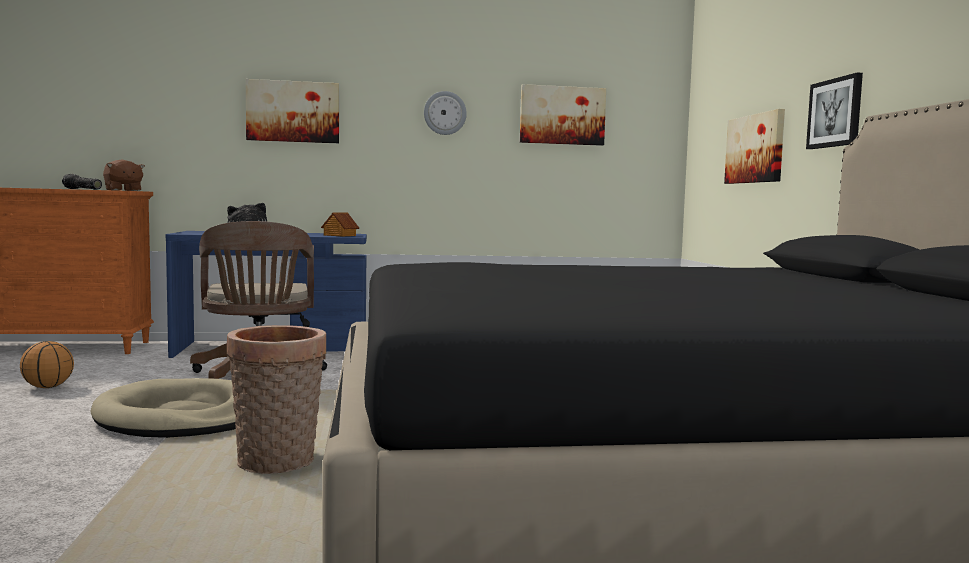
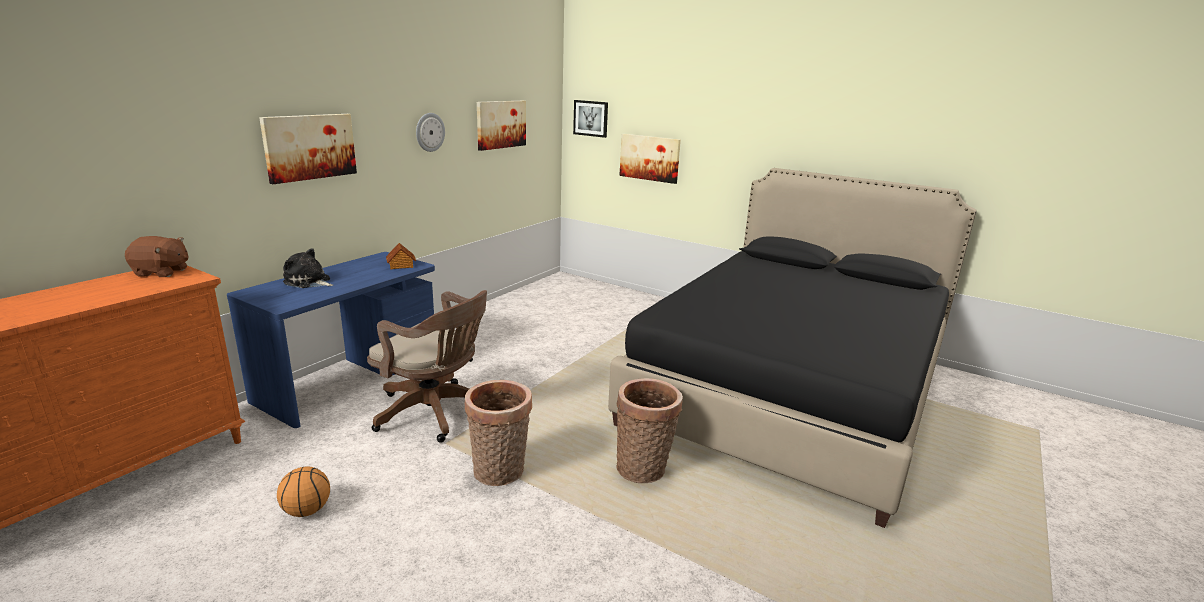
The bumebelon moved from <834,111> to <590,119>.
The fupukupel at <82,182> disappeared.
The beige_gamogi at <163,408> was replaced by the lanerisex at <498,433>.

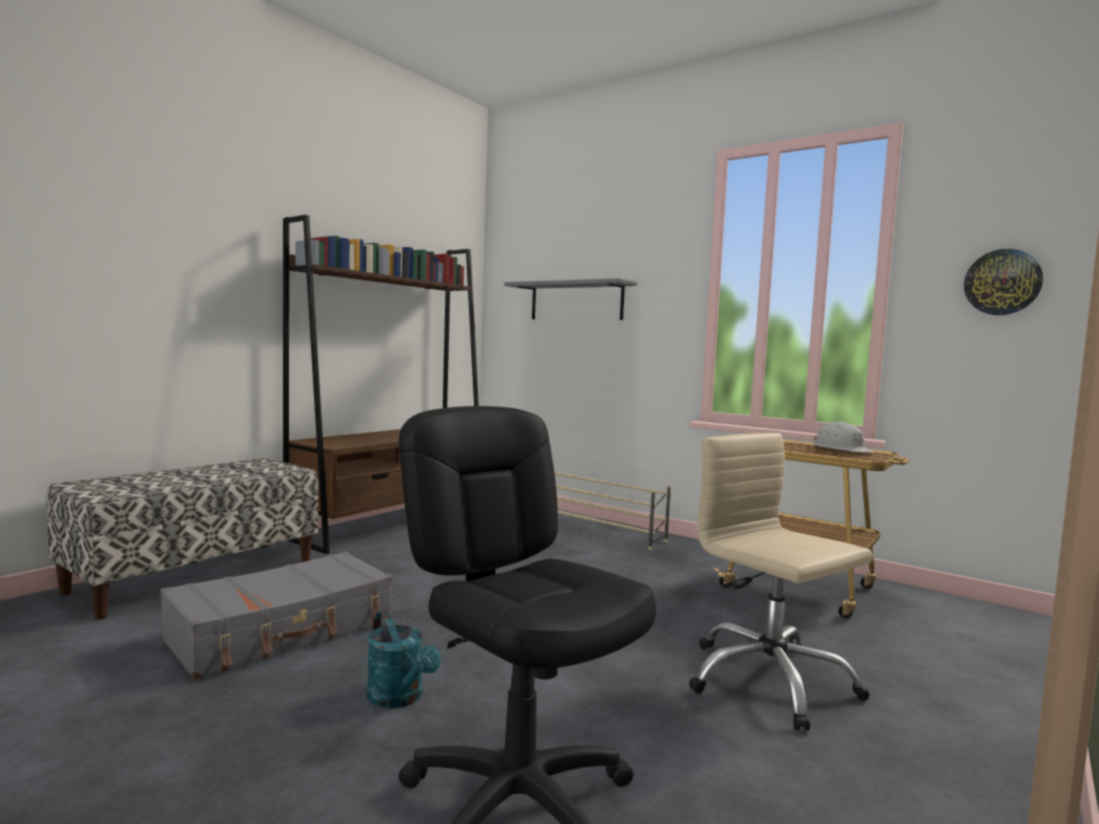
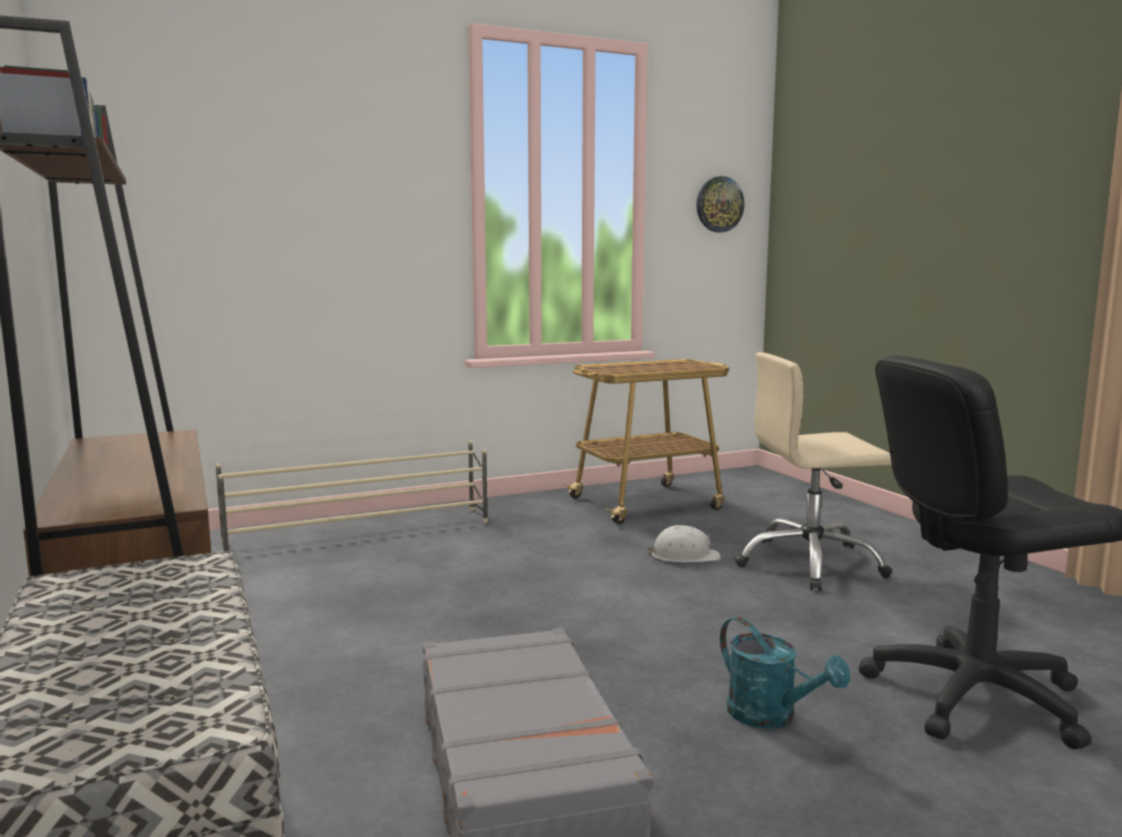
The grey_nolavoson at <570,299> disappeared.
The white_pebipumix moved from <844,437> to <684,544>.
The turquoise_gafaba at <404,659> turned 60 degrees clockwise.

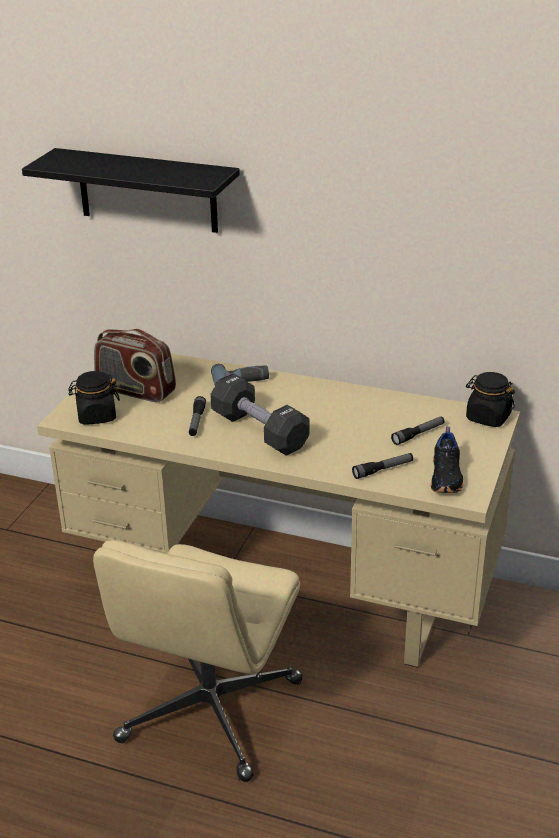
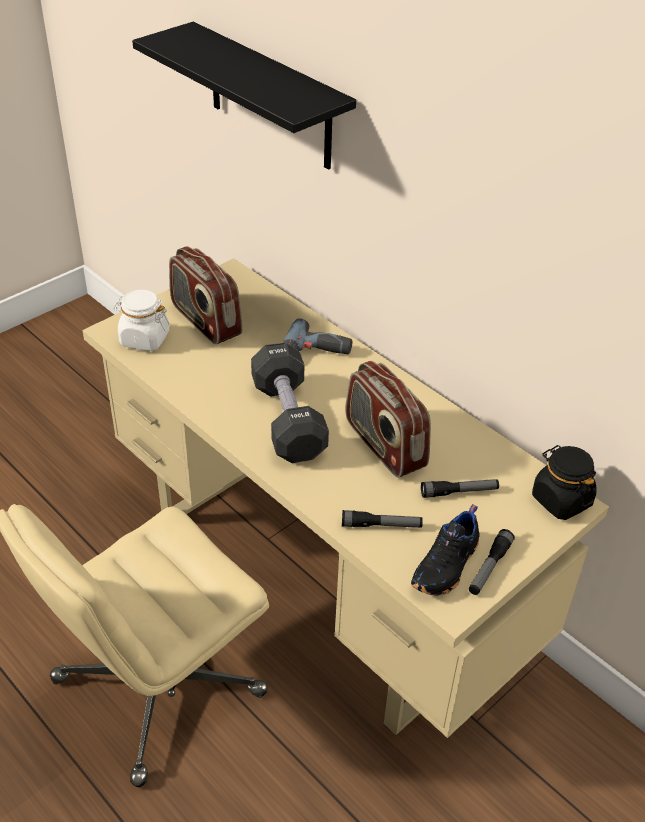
The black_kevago at <94,398> became the white_kevago at <141,320>.
The fupukupel moved from <197,416> to <492,562>.
The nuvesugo at <388,419> appeared.

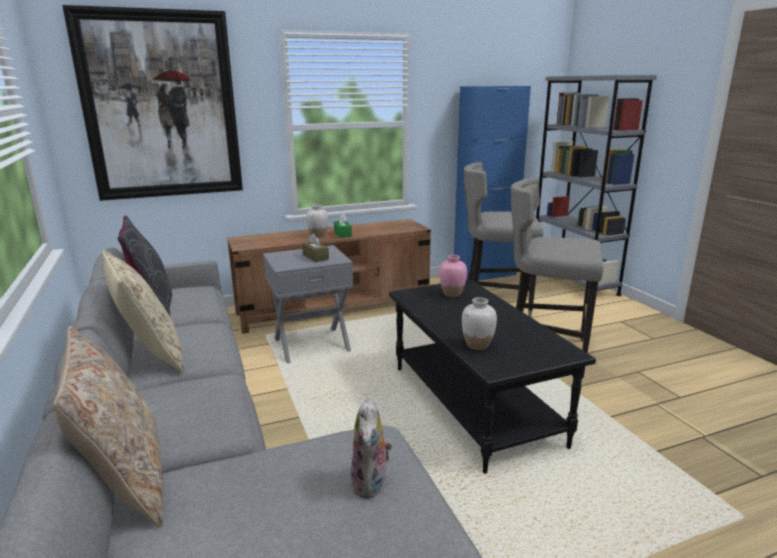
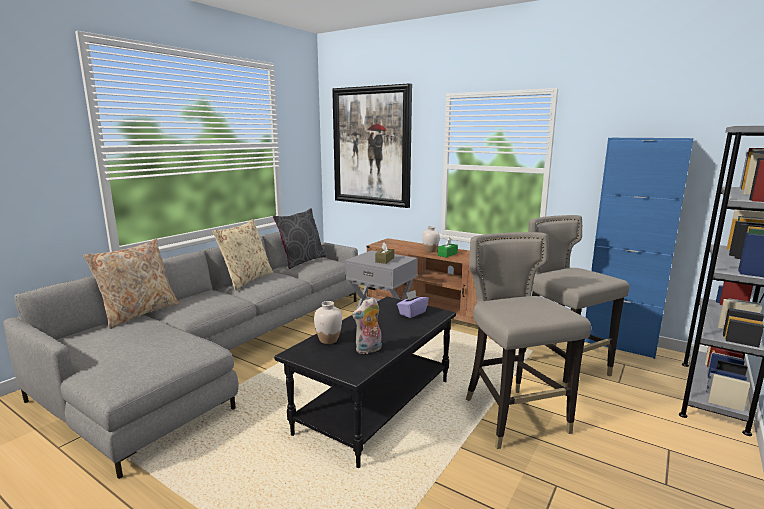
The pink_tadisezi at <453,276> was replaced by the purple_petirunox at <413,304>.
The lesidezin moved from <372,448> to <367,325>.

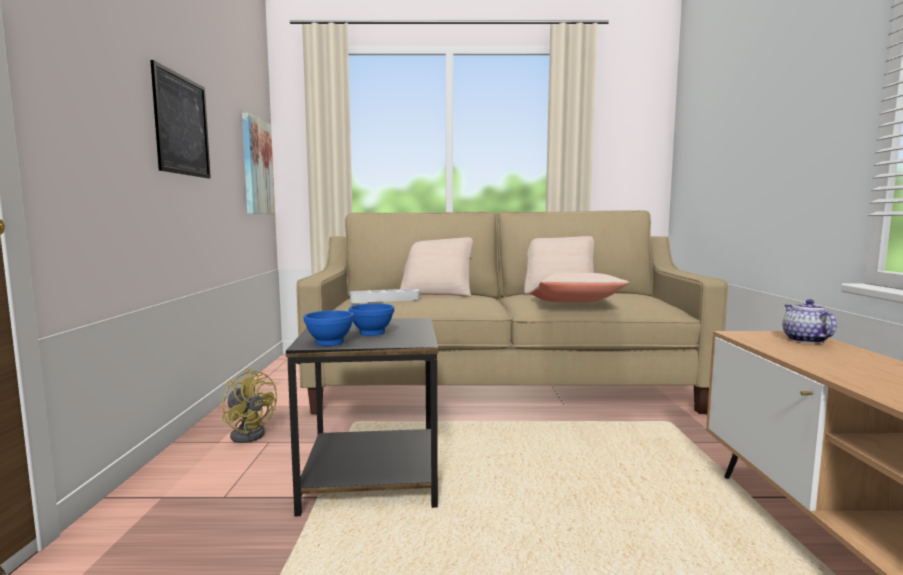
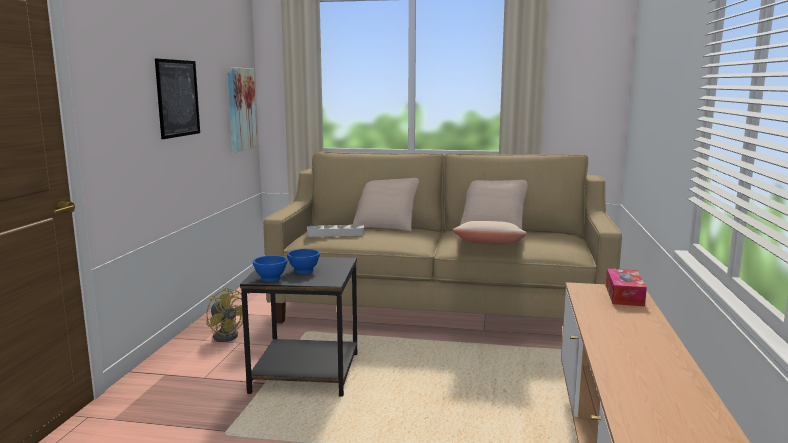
The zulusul at <809,321> was replaced by the petirunox at <626,287>.

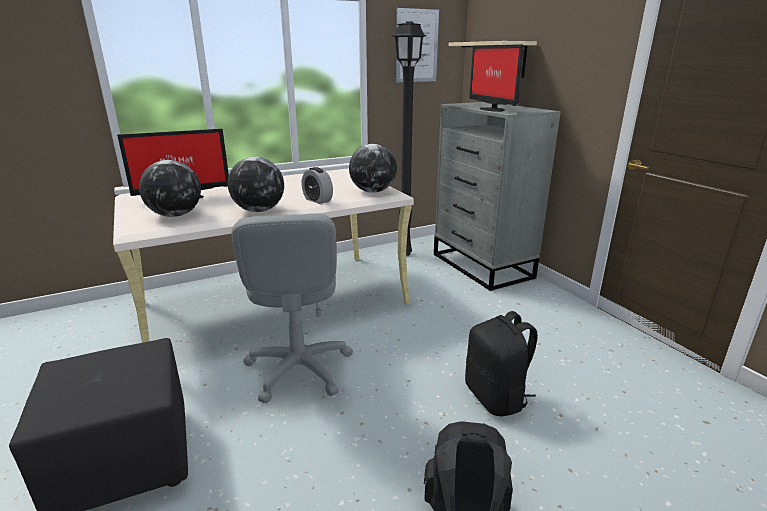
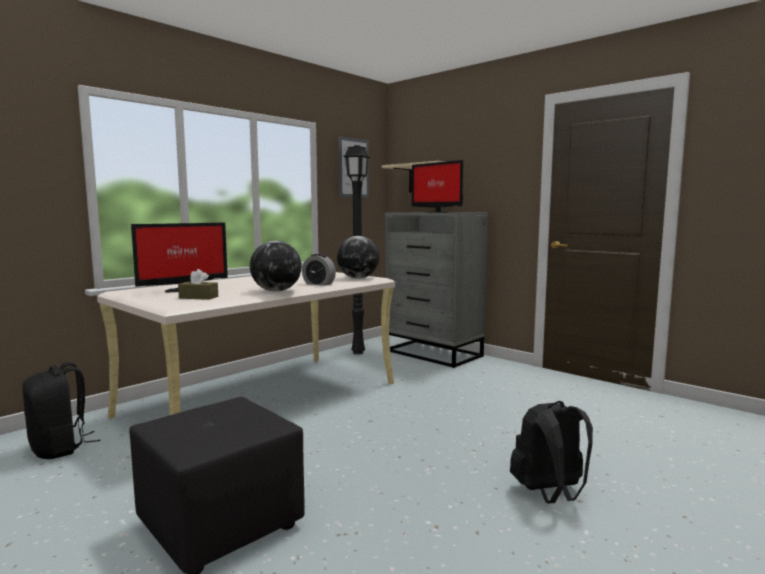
The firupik at <170,188> was replaced by the brown_petirunox at <198,284>.
The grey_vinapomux at <292,308> disappeared.
The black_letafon moved from <501,363> to <61,410>.

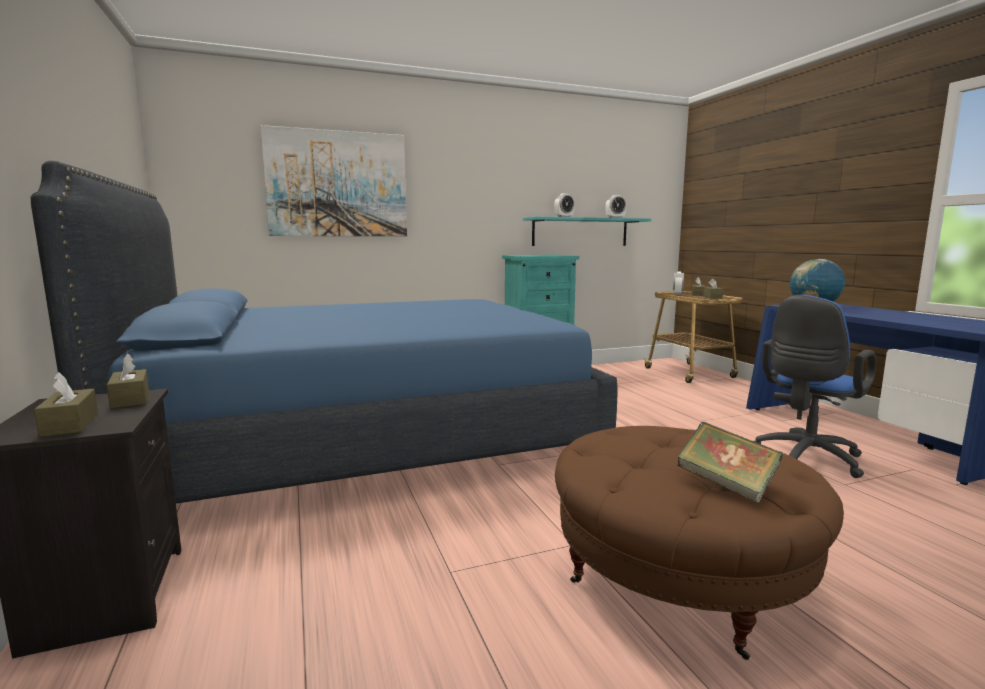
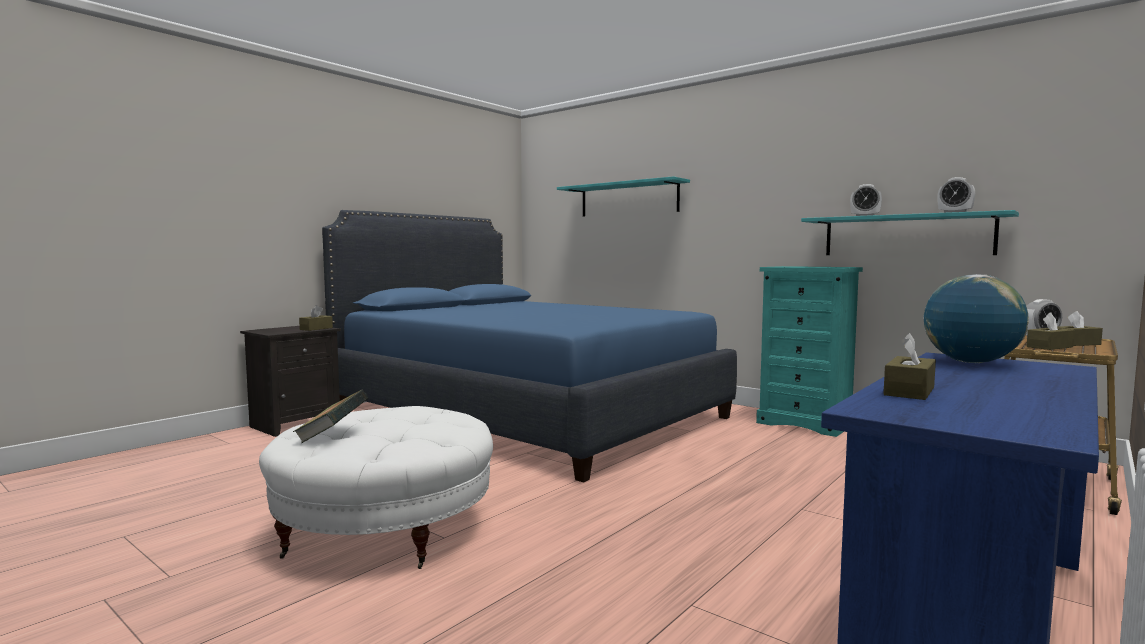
The bumebelon at <333,180> was replaced by the turquoise_nolavoson at <623,196>.
The blue_vinapomux at <815,386> disappeared.
The brown_petirunox moved from <66,404> to <909,366>.
The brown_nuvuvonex at <699,543> became the white_nuvuvonex at <376,487>.

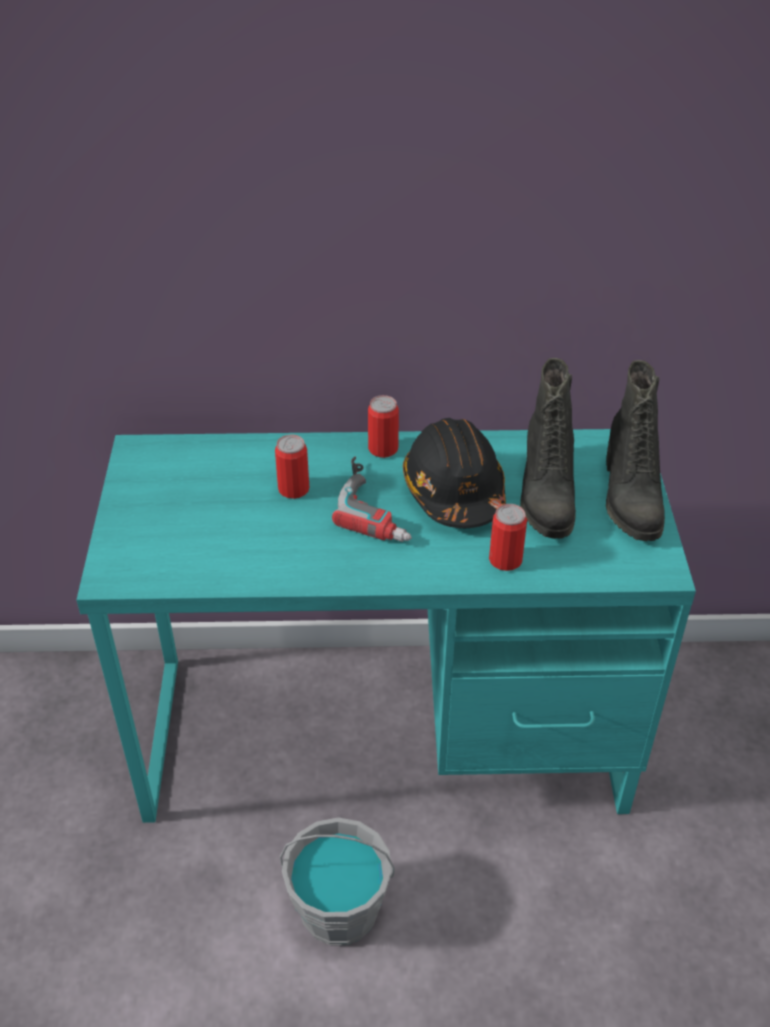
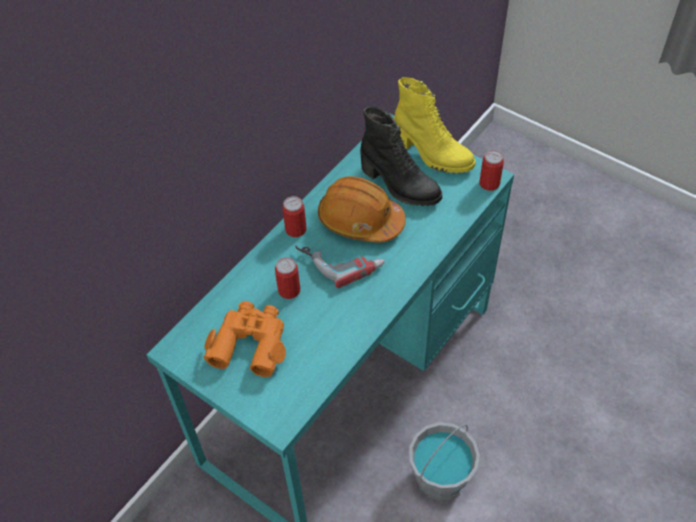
The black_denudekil at <635,450> became the yellow_denudekil at <435,125>.
The black_pebipumix at <454,473> became the orange_pebipumix at <362,209>.
The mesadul moved from <508,537> to <492,170>.
The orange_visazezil at <244,339> appeared.

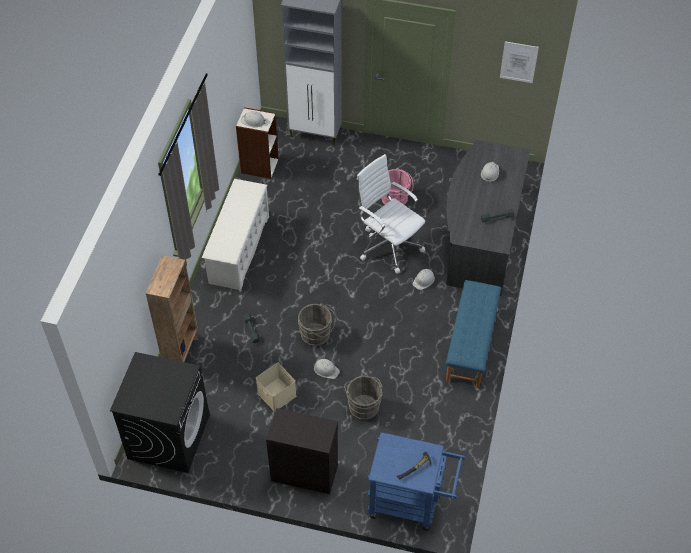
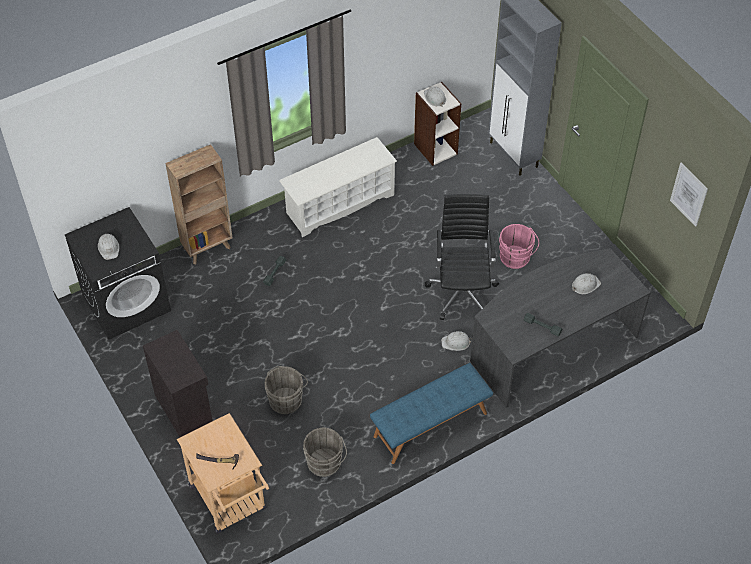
The white_vinapomux at <391,214> became the black_vinapomux at <462,257>.
The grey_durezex moved from <317,324> to <325,452>.
The white_pebipumix moved from <326,369> to <108,247>.
The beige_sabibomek at <276,387> disappeared.
The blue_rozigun at <416,481> became the beige_rozigun at <223,473>.

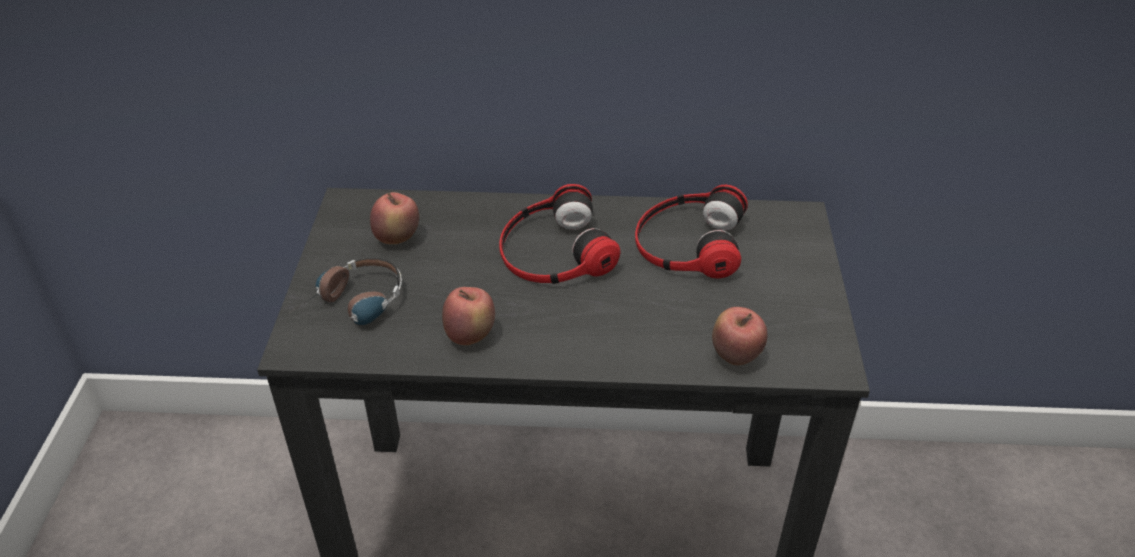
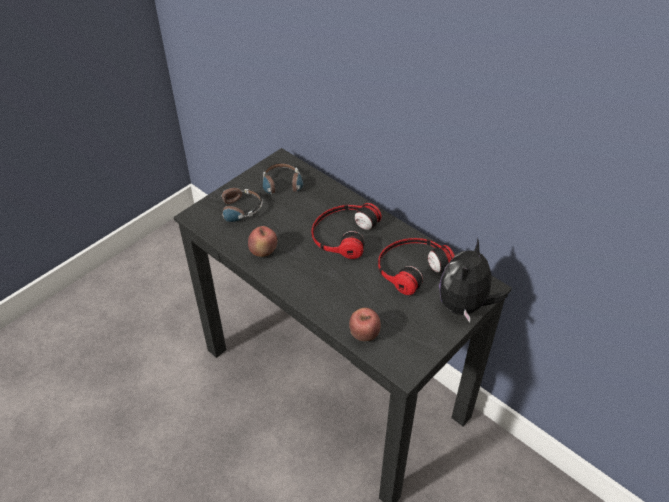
The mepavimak at <394,218> was replaced by the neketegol at <283,178>.
The lesidezin at <473,280> appeared.

